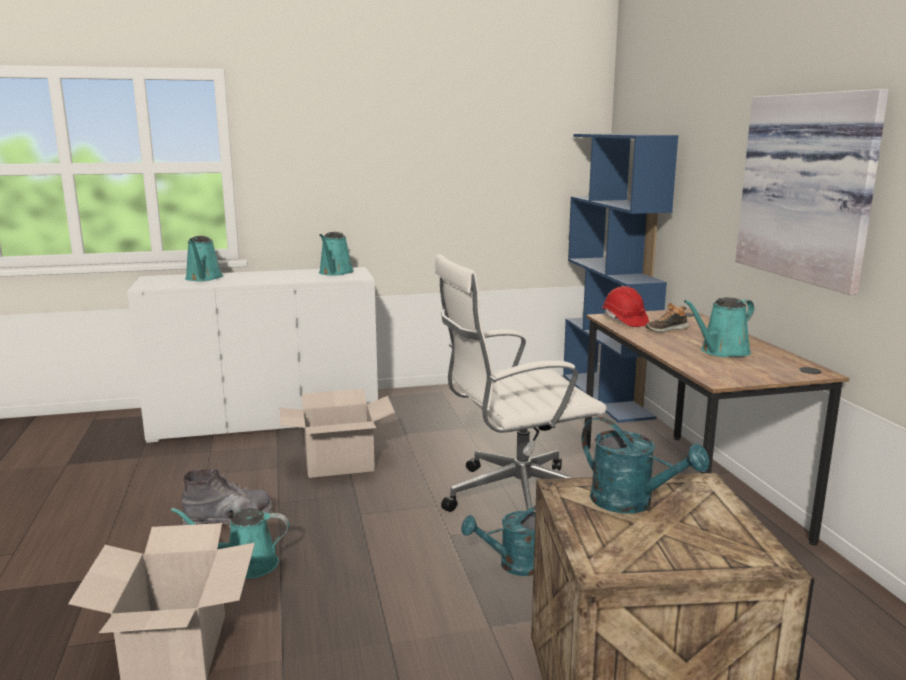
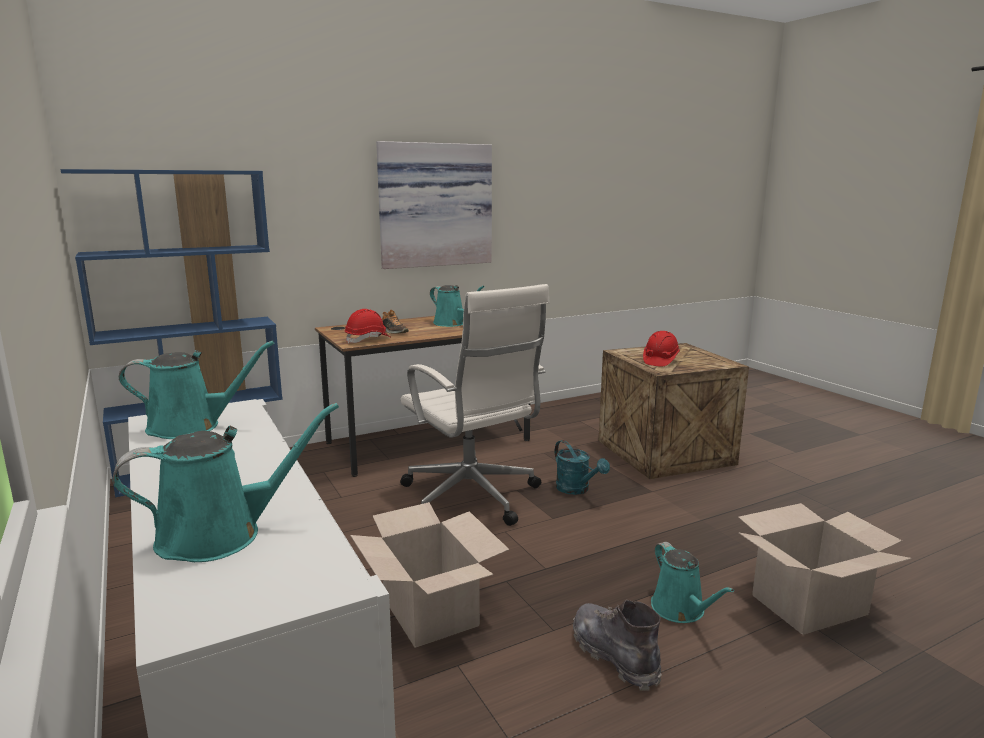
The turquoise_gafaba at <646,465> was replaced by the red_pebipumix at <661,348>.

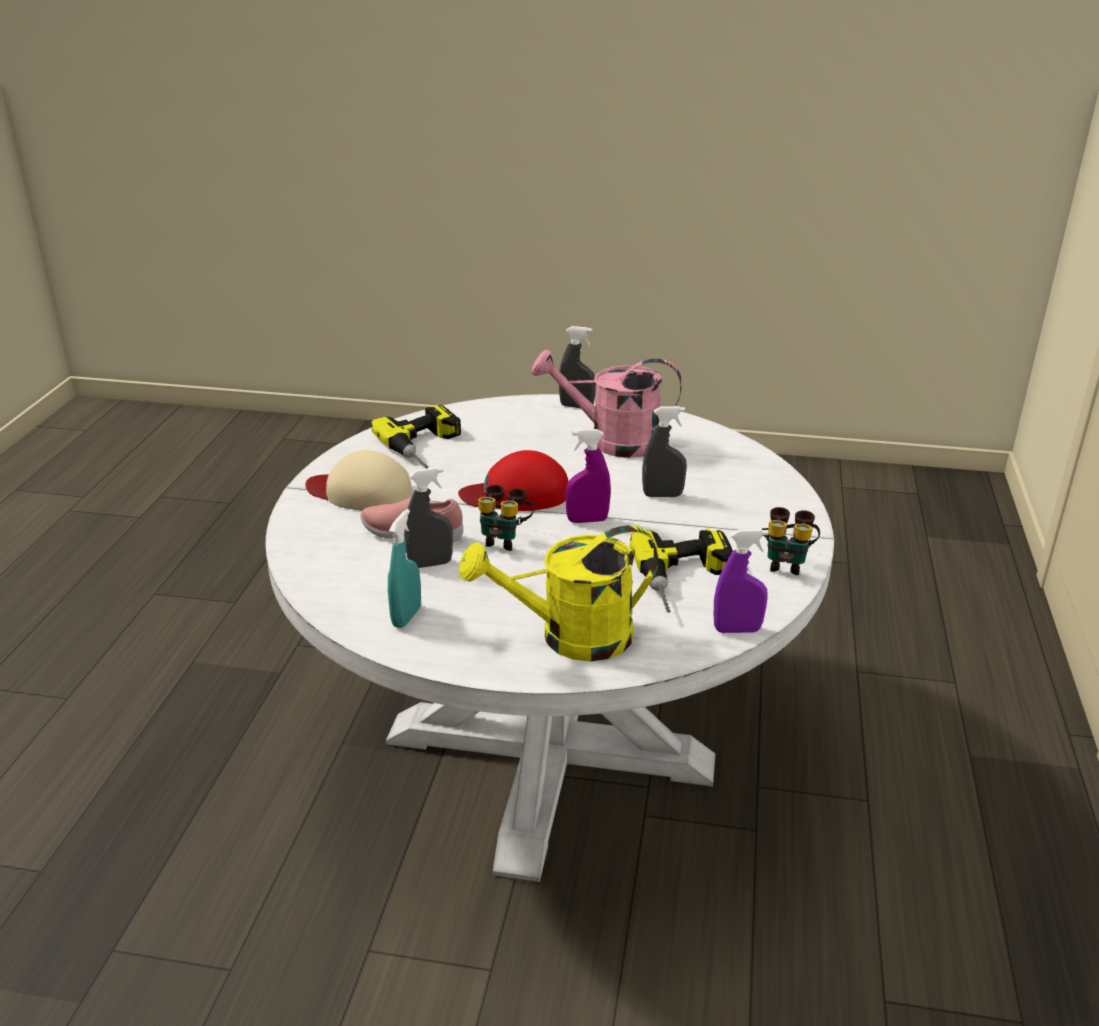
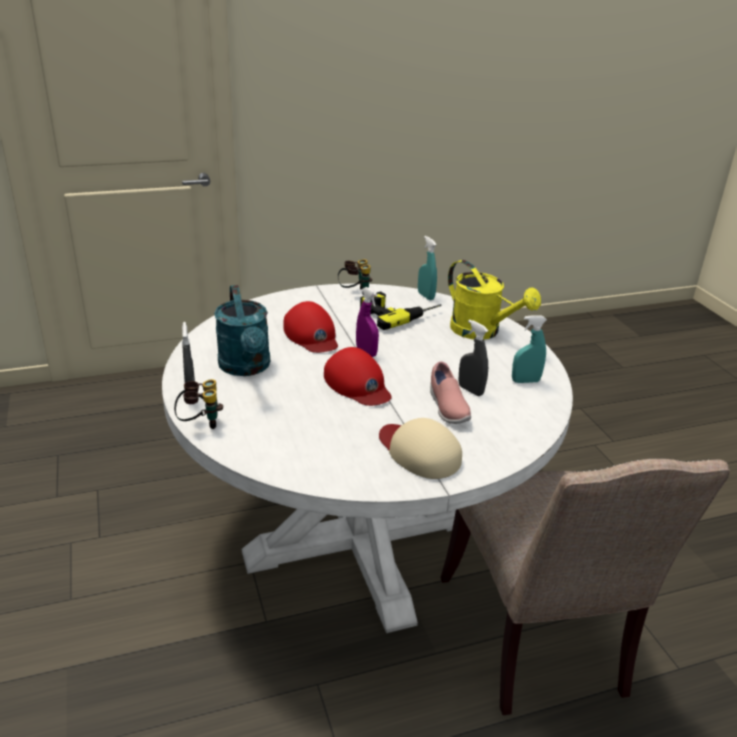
The pink_gafaba at <607,404> became the turquoise_gafaba at <242,330>.
The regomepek at <416,436> disappeared.
The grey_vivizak at <664,451> was replaced by the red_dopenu at <310,327>.
The beige_dopenu at <358,480> turned 150 degrees clockwise.
The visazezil moved from <506,518> to <198,404>.
The purple_vivizak at <741,581> became the turquoise_vivizak at <427,268>.
The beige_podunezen at <585,586> appeared.

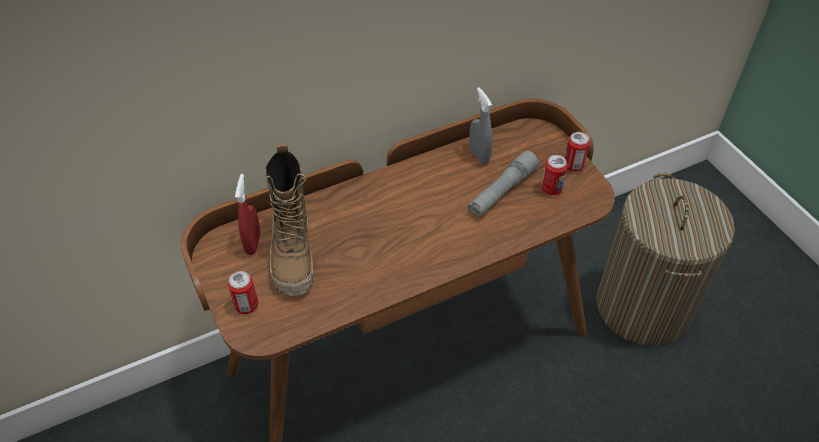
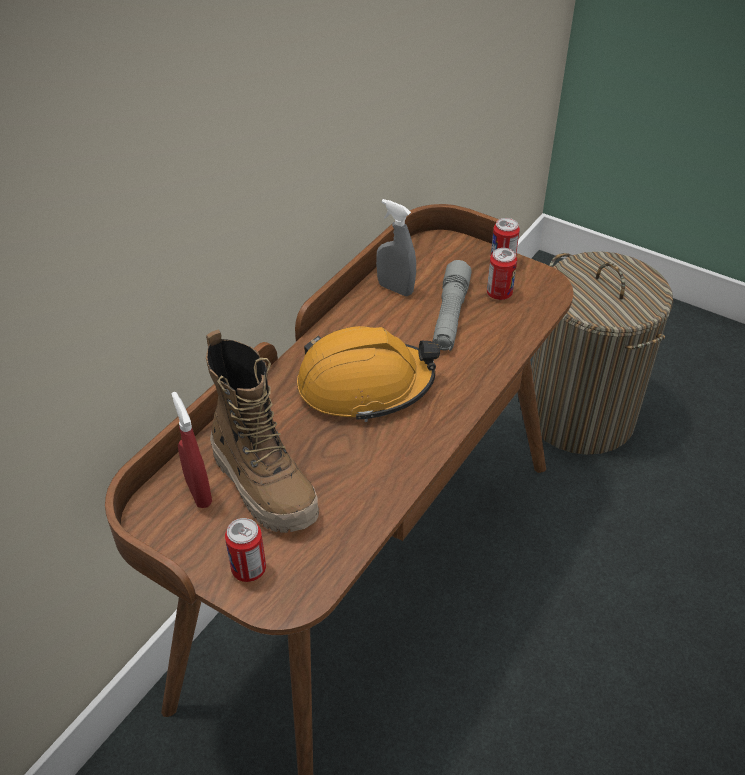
The orange_pebipumix at <368,374> appeared.

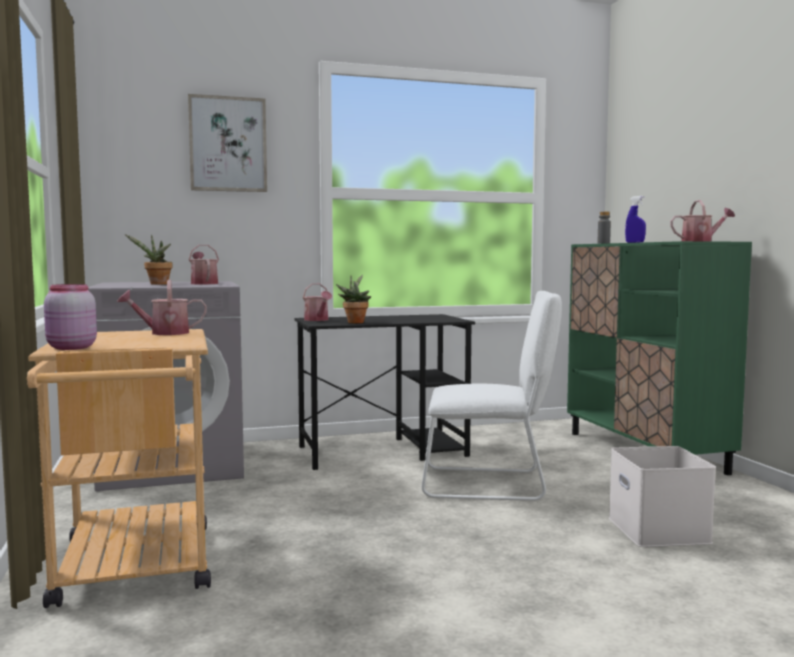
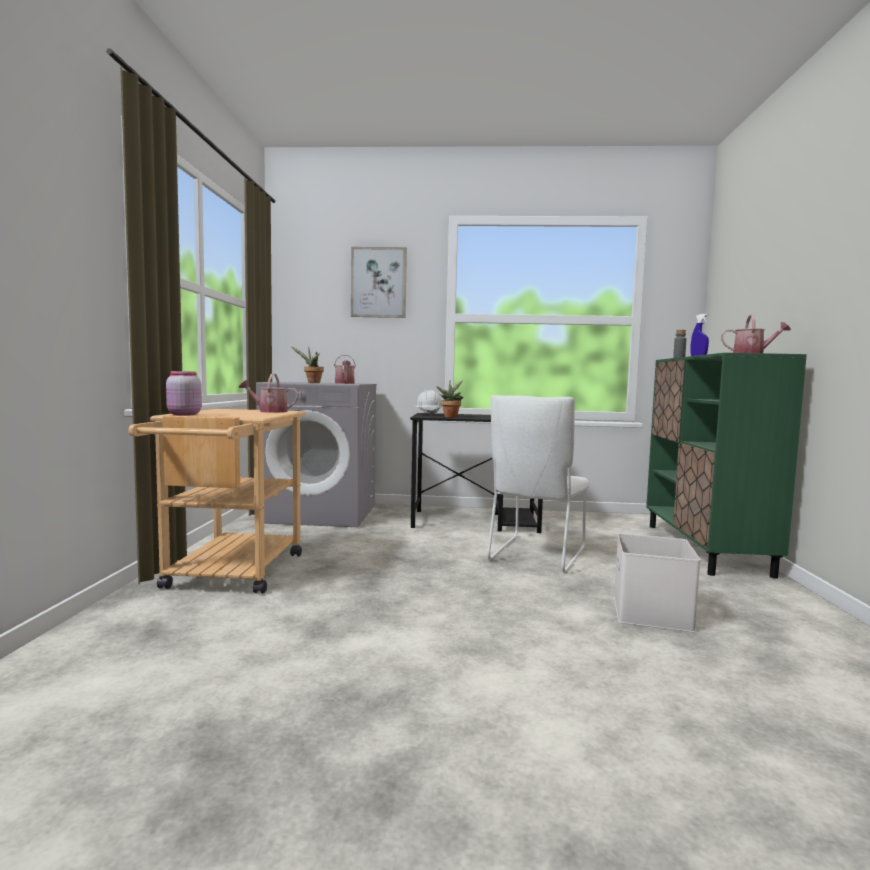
The gafaba at <317,302> was replaced by the white_pebipumix at <429,403>.
The white_podunezen at <492,396> turned 90 degrees clockwise.

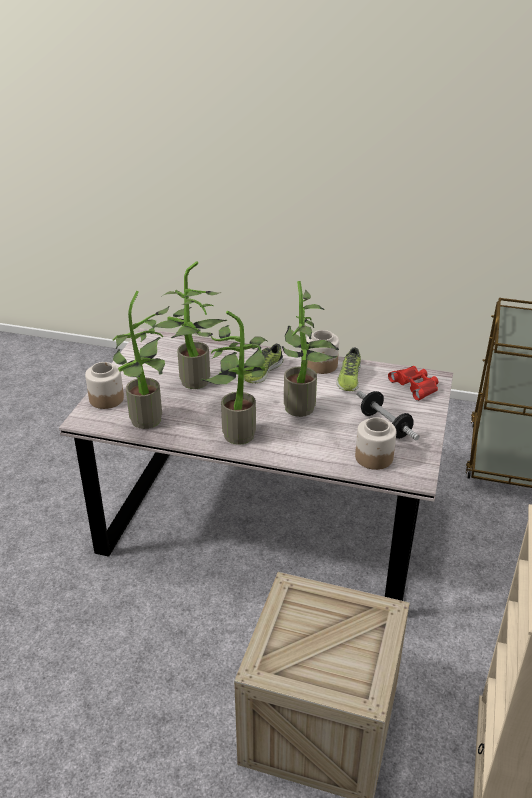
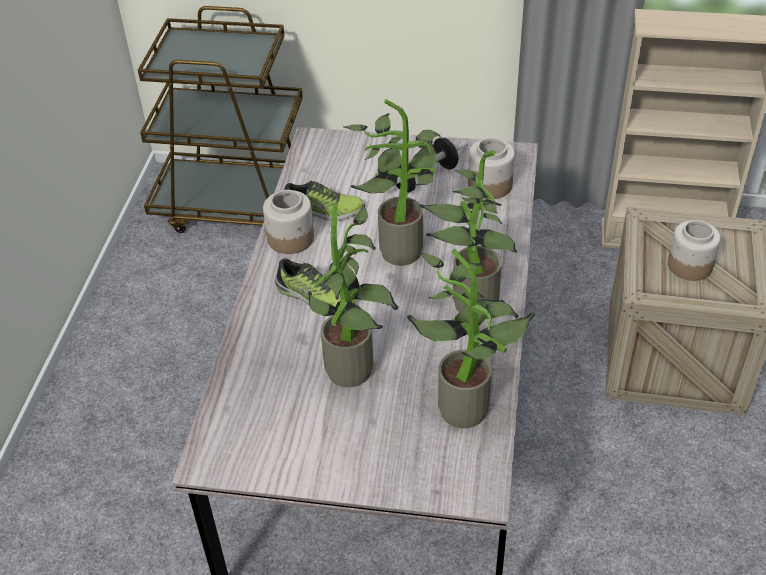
The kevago moved from <104,385> to <694,250>.
The red_visazezil at <413,383> disappeared.

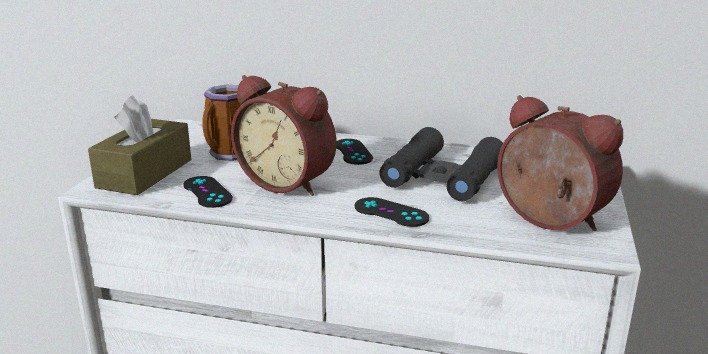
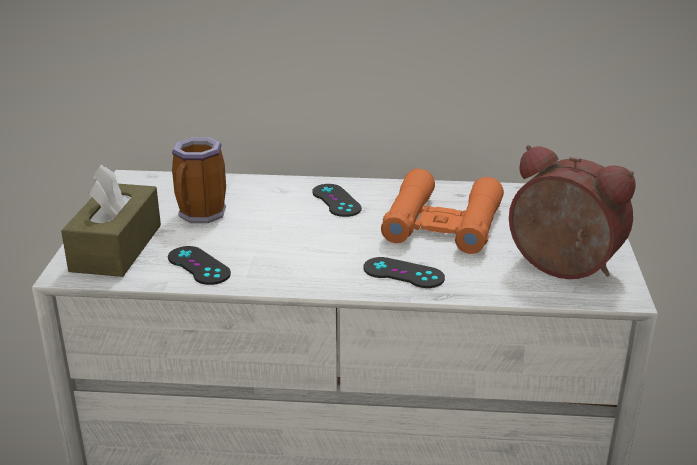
The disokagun at <283,135> disappeared.
The black_visazezil at <441,164> became the orange_visazezil at <442,211>.

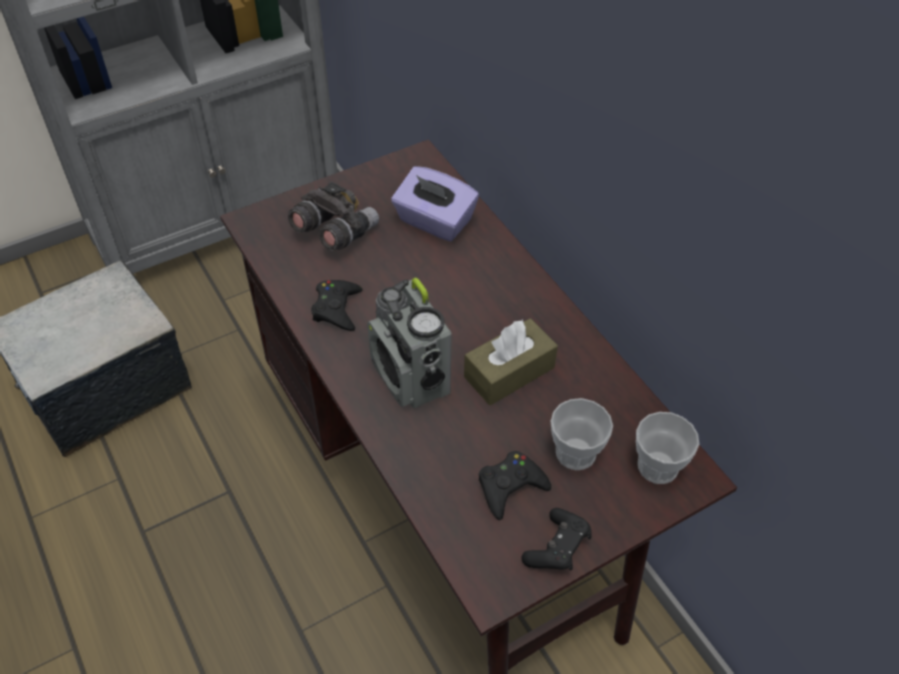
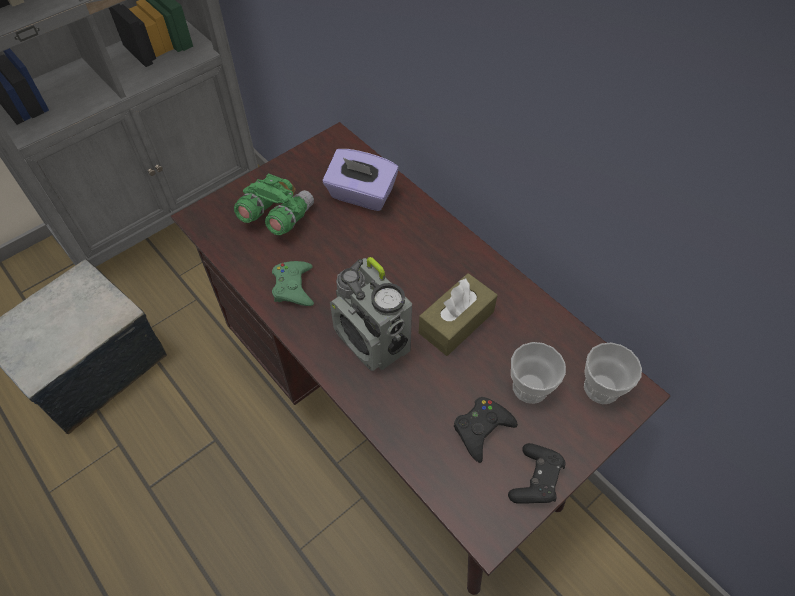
The grey_visazezil at <333,216> became the green_visazezil at <274,204>.
The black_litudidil at <337,305> became the green_litudidil at <293,283>.

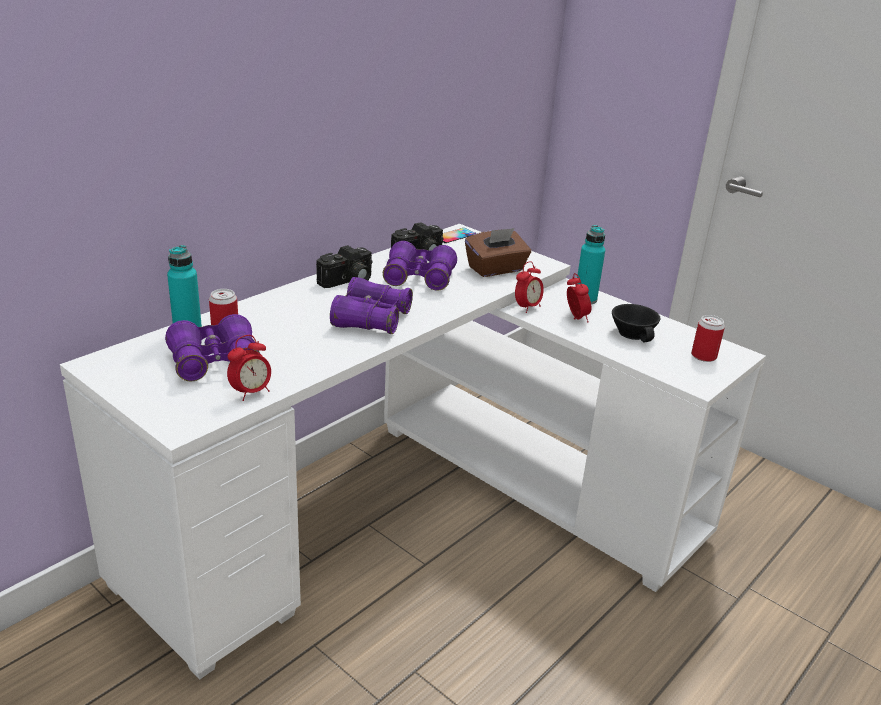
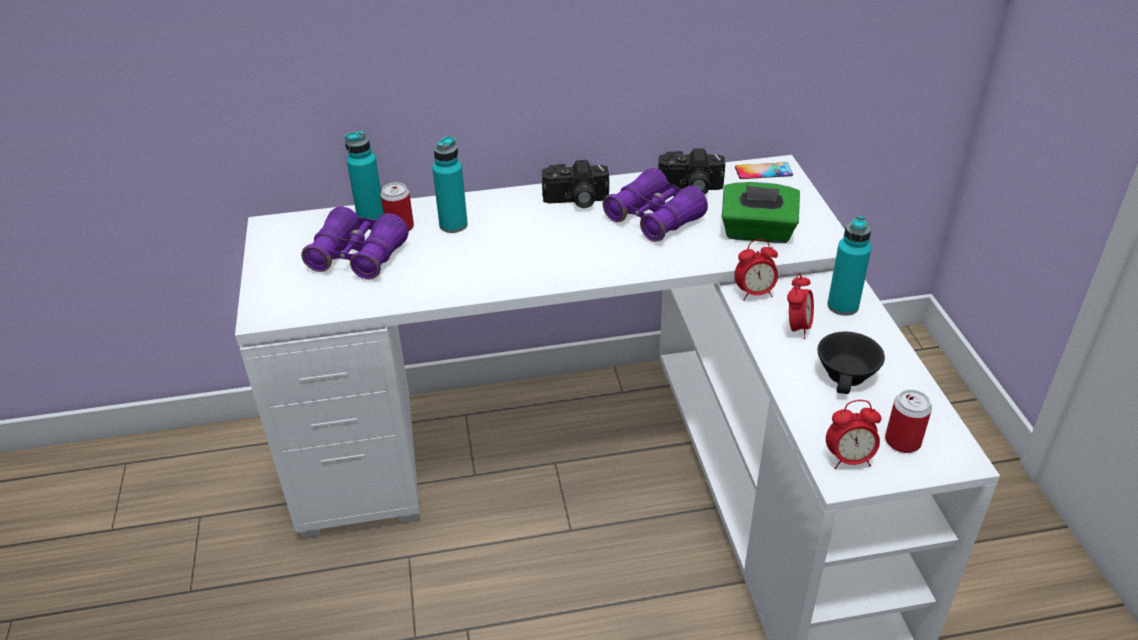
The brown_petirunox at <498,252> became the green_petirunox at <761,212>.
The purple_visazezil at <371,305> disappeared.
The disokagun moved from <249,368> to <853,434>.
The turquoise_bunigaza at <450,184> appeared.

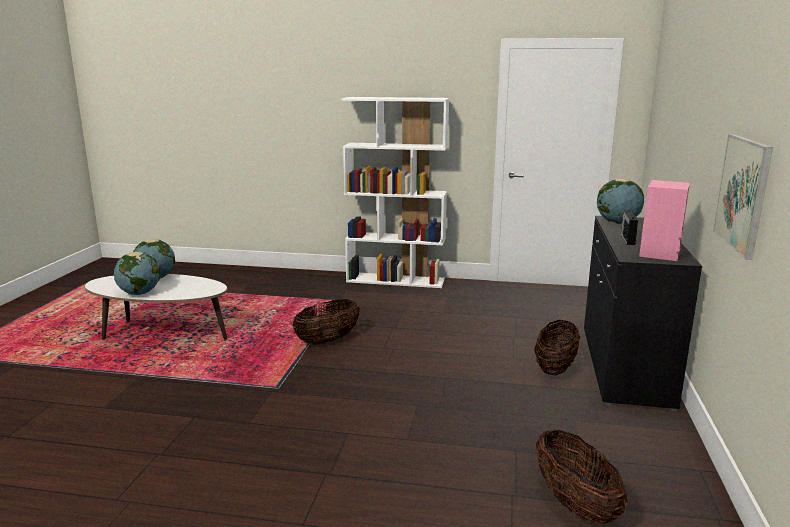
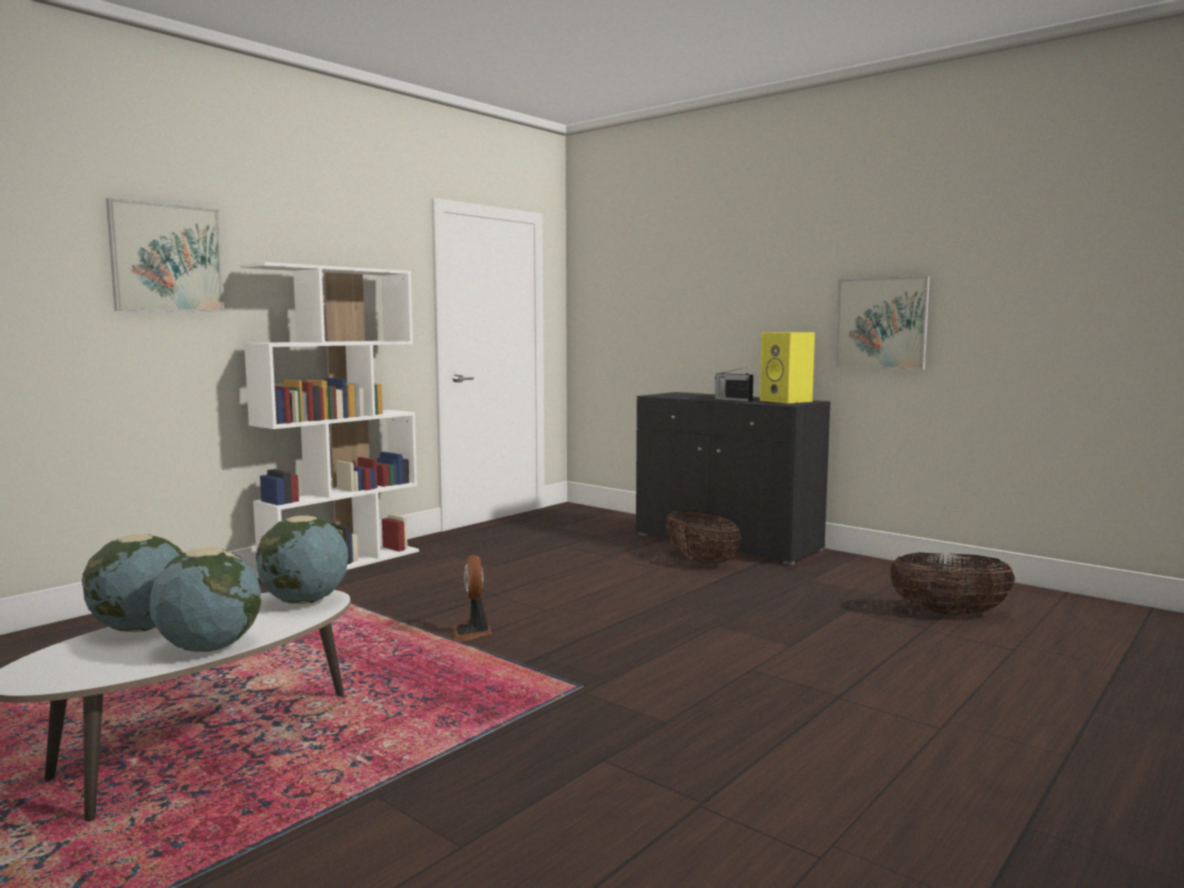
The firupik moved from <620,201> to <302,559>.
The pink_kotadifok at <664,220> became the yellow_kotadifok at <787,368>.
The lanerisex at <326,322> was replaced by the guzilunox at <472,598>.
The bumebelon at <165,255> appeared.

